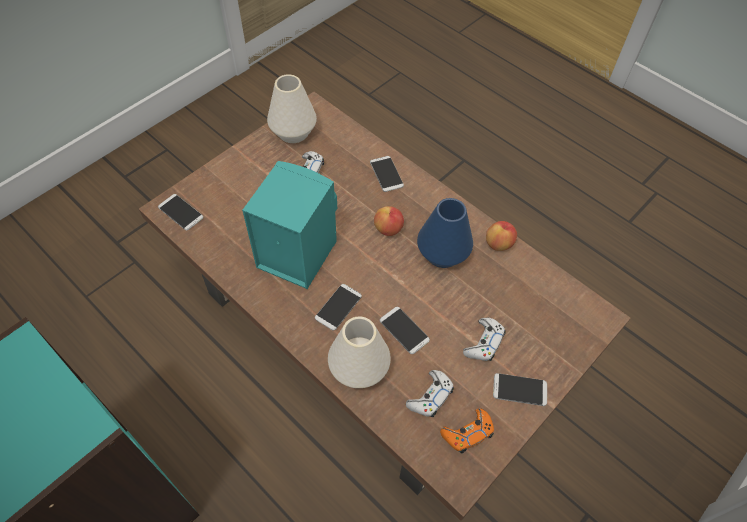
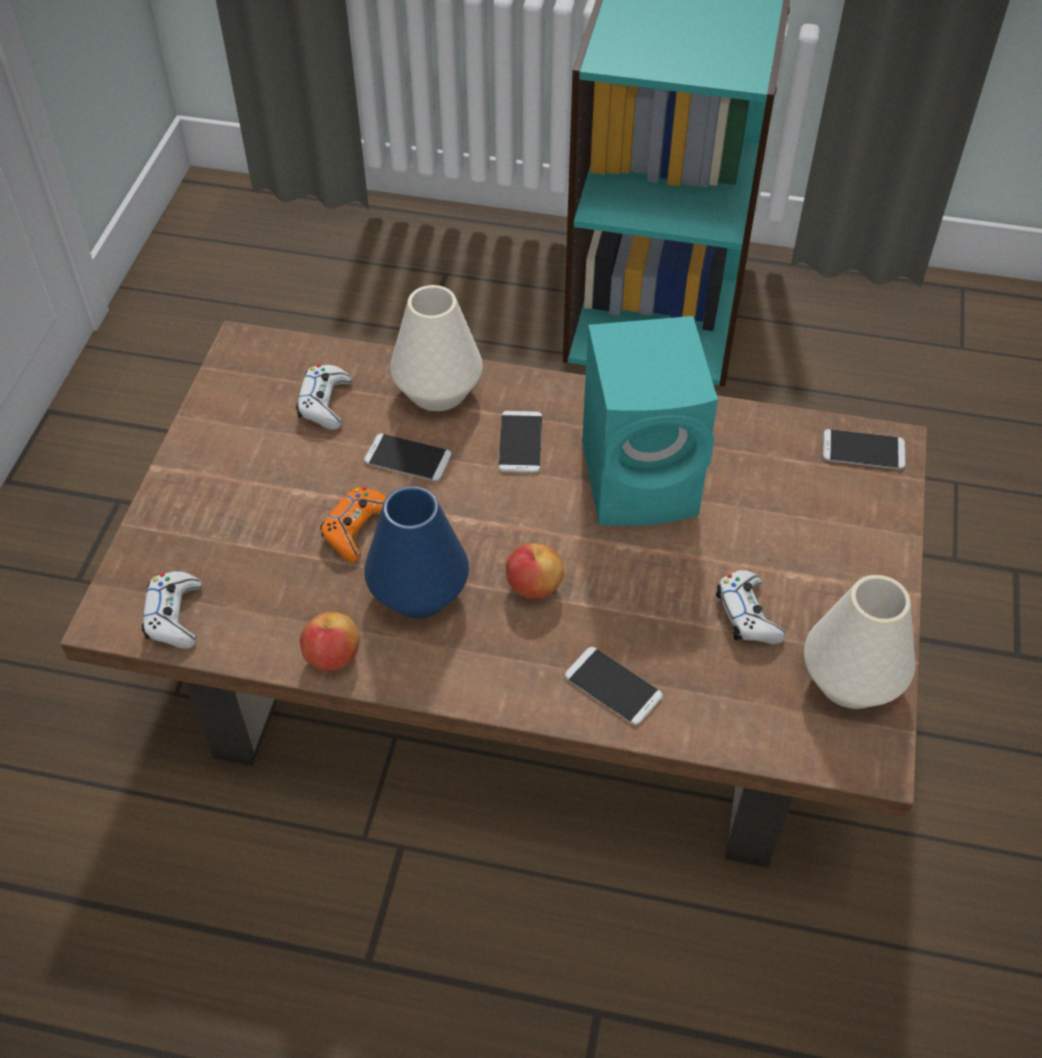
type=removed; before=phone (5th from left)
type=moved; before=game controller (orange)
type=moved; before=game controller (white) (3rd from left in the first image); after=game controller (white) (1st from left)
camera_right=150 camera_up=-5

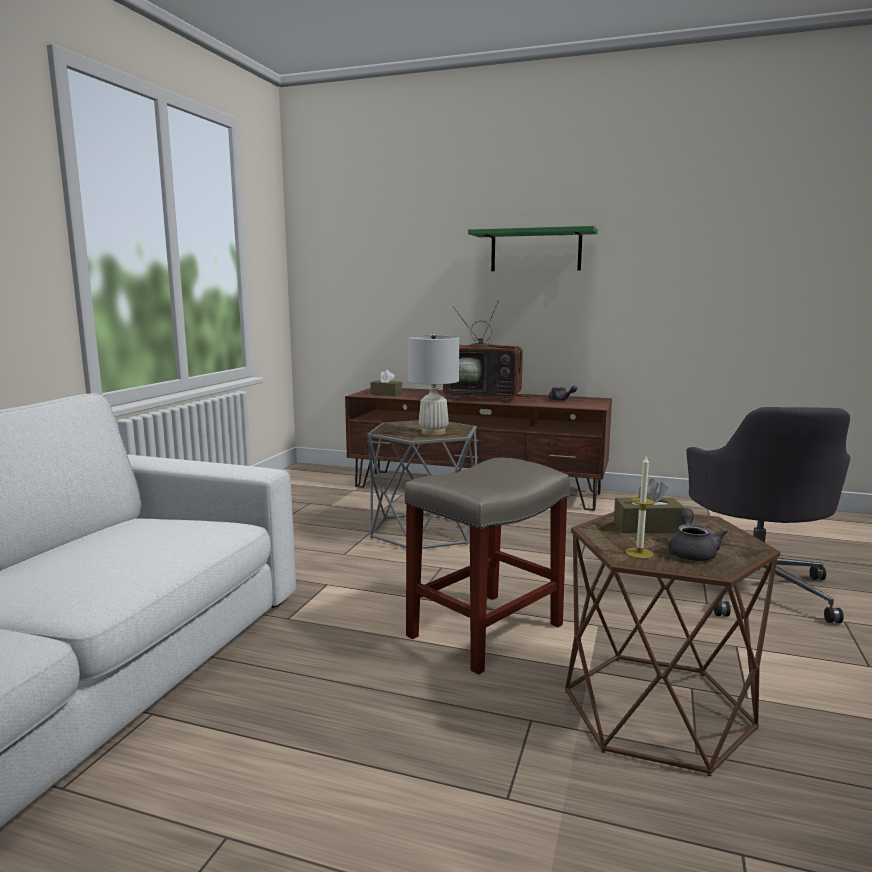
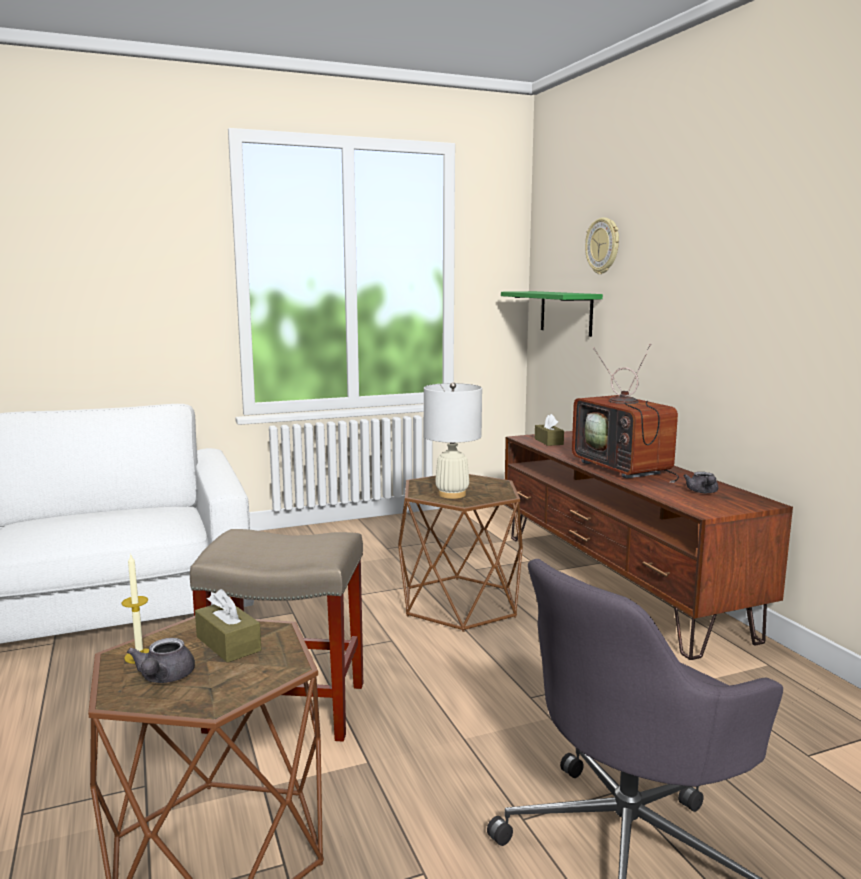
type=added; after=wall clock
type=moved; before=shelf (green)
type=recoloured; before=side table (grey); after=side table (brown) (2nd from left)
type=turned; before=teapot (grey) (2nd from left in the first image); turn=120
camera_right=50 camera_up=0

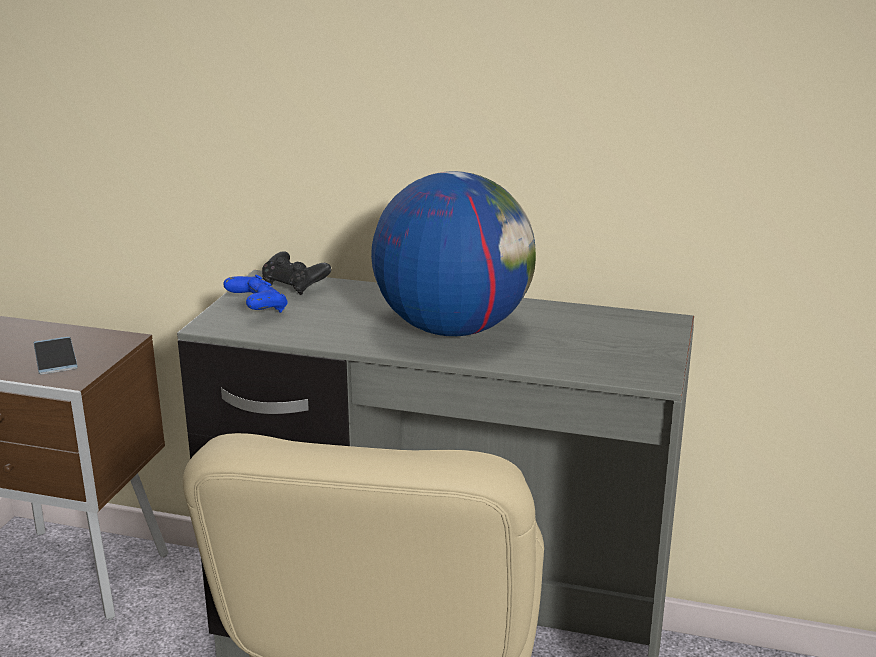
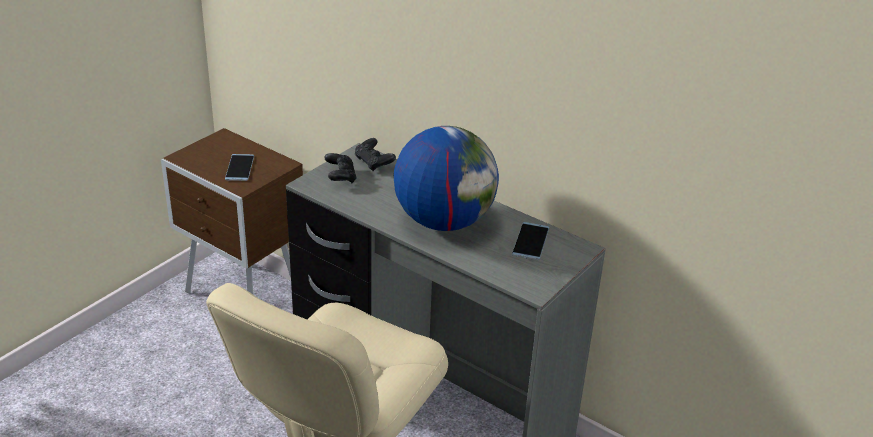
type=added; after=phone (2nd from left)
type=recoloured; before=game controller (blue); after=game controller (black) (1st from left)
camera_right=20 camera_up=10

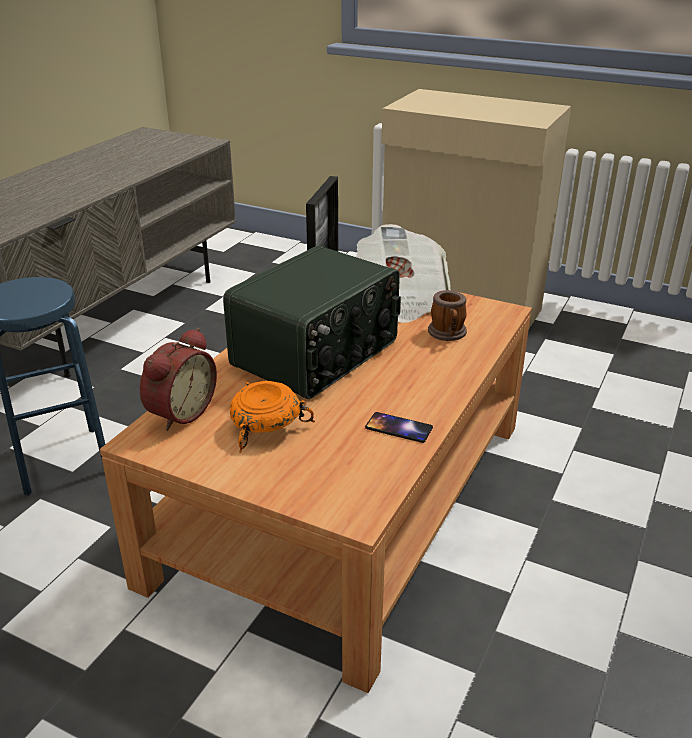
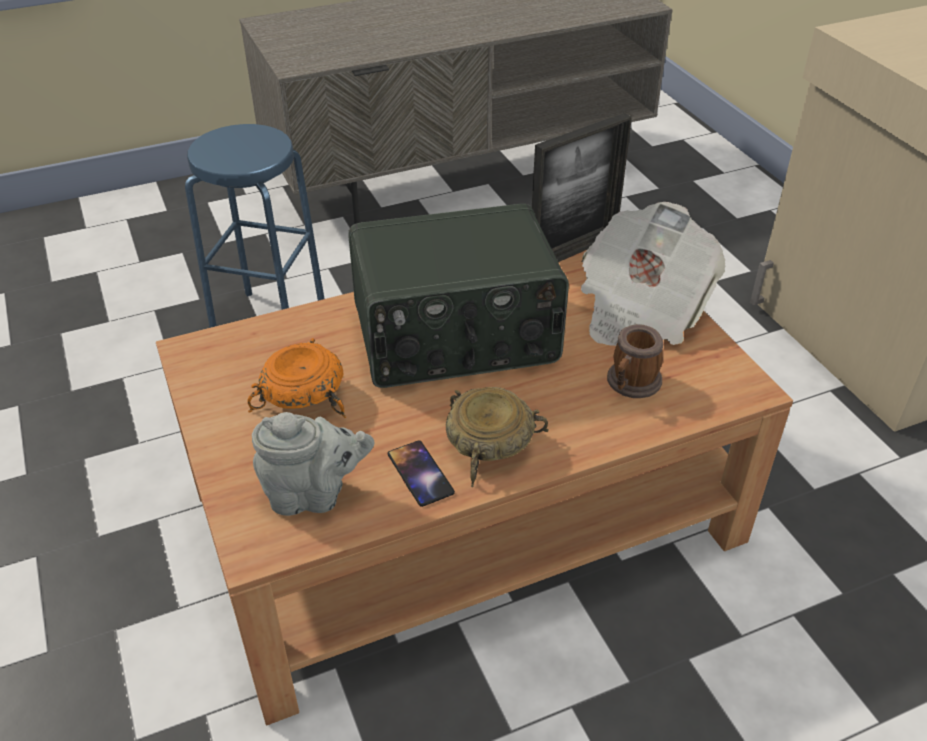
type=removed; before=alarm clock
type=added; after=teapot (grey)
type=added; after=bowl (beige)
camera_right=40 camera_up=10

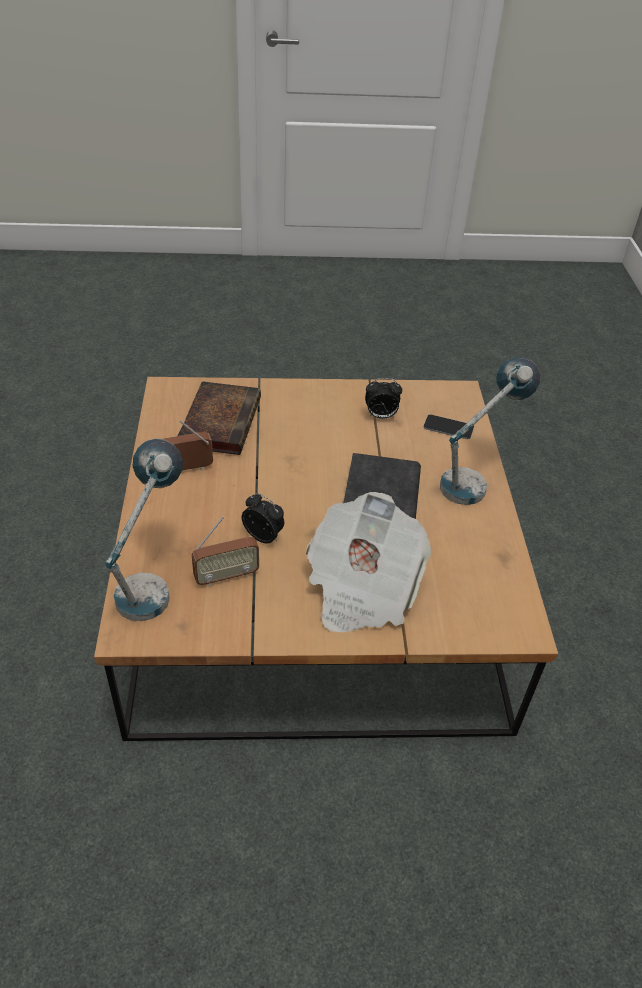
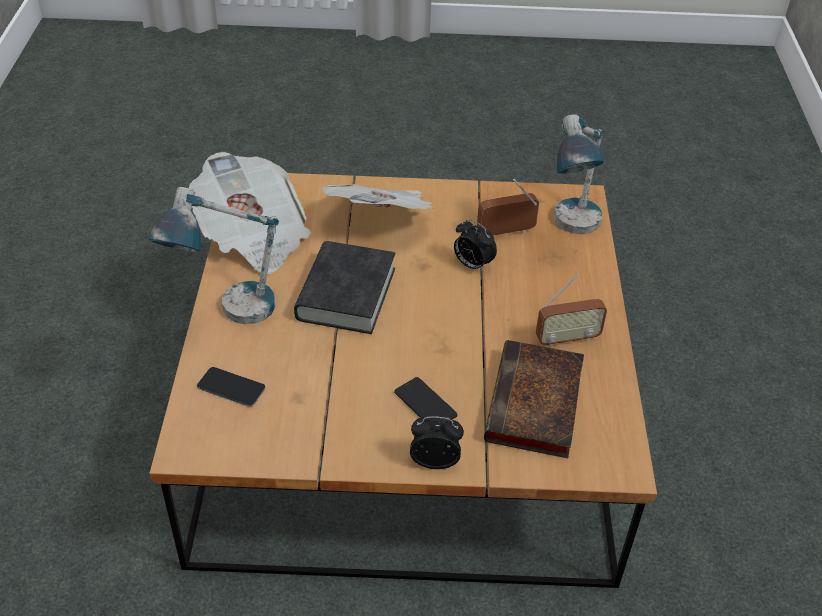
type=added; after=newspaper (1st from left)
type=added; after=phone (2nd from left)
type=moved; before=alarm clock (2nd from left in the first image); after=alarm clock (1st from left)
camera_right=-175 camera_up=0

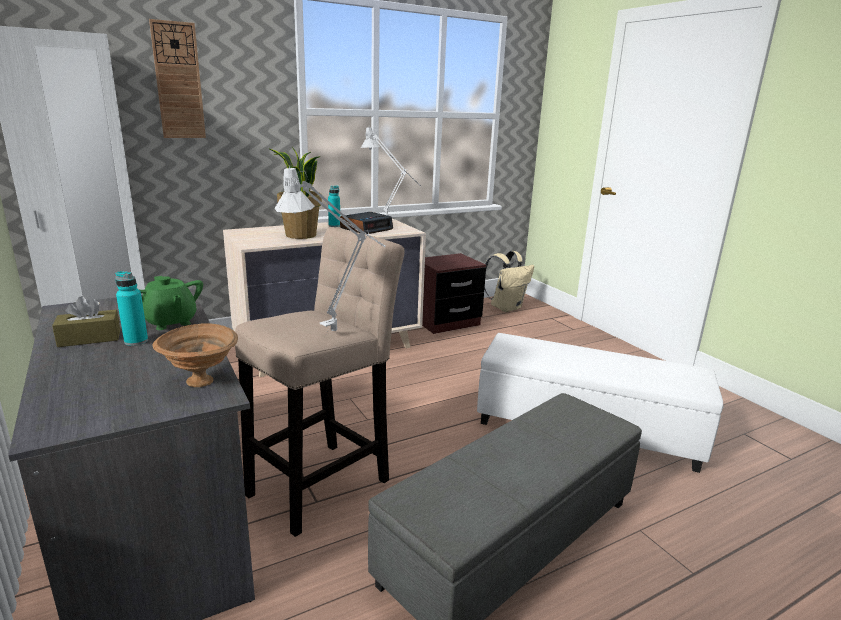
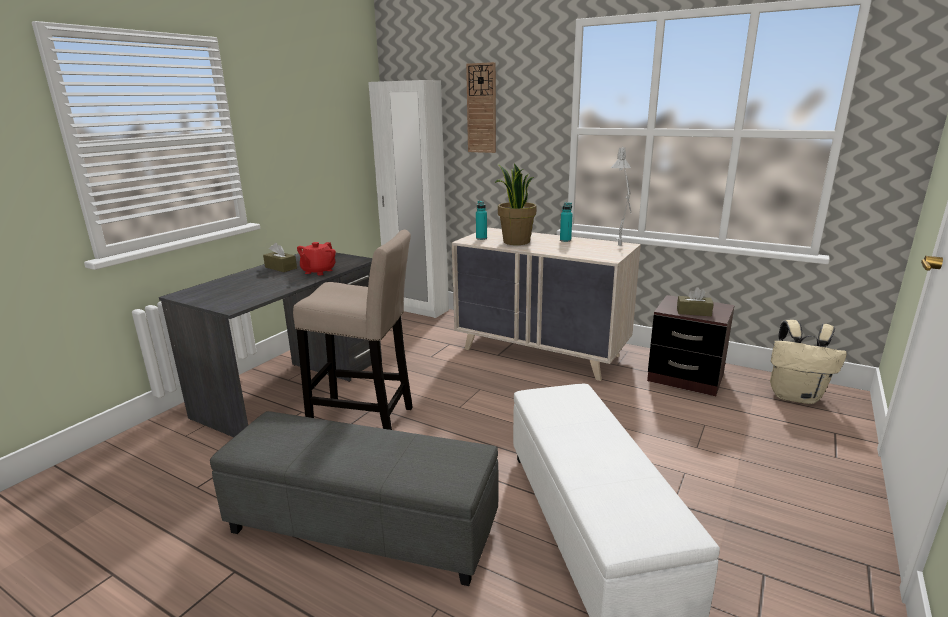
type=removed; before=bowl (brown)
type=removed; before=table lamp (grey) (1st from left)
type=removed; before=alarm clock
type=added; after=tissue box (brown) (2nd from left)
type=moved; before=bottle (turquoise) (1st from left)
type=recoloured; before=teapot (green); after=teapot (red)
camera_right=60 camera_up=0

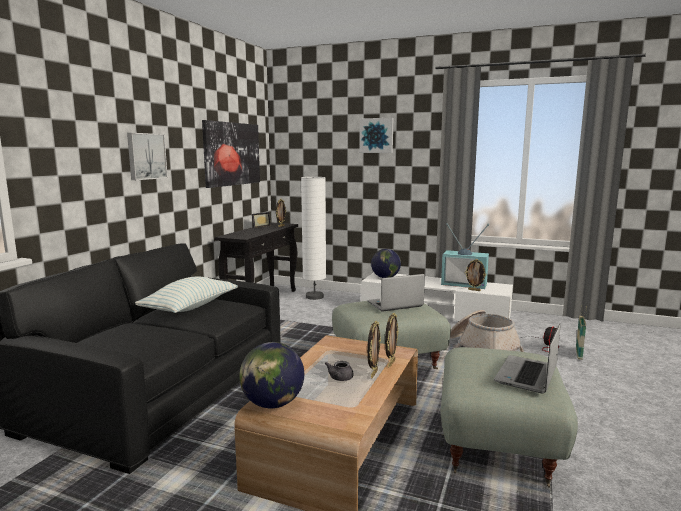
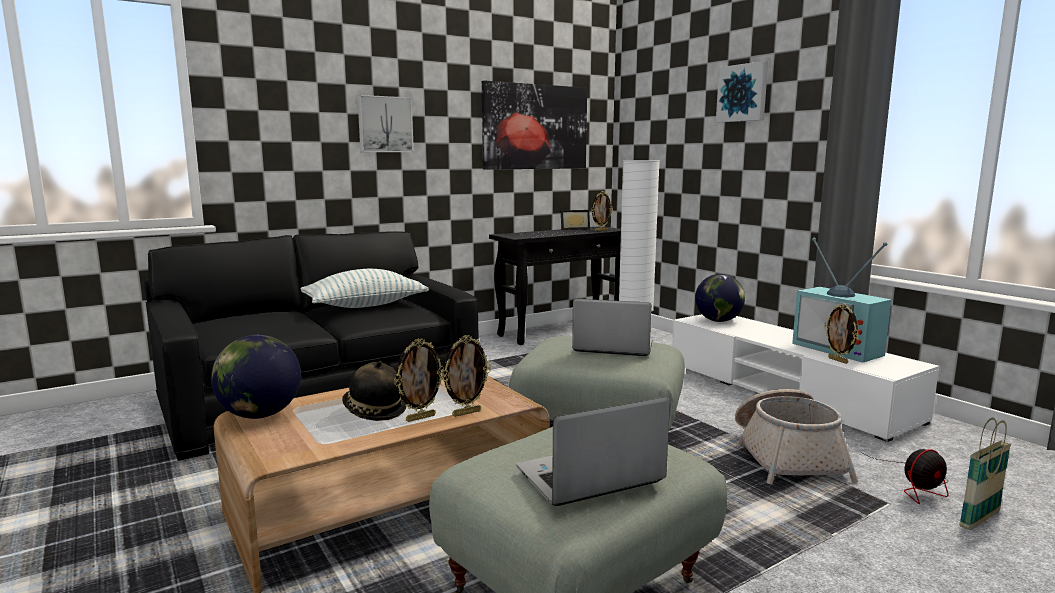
type=replaced; before=teapot (grey); after=hat
camera_right=35 camera_up=0

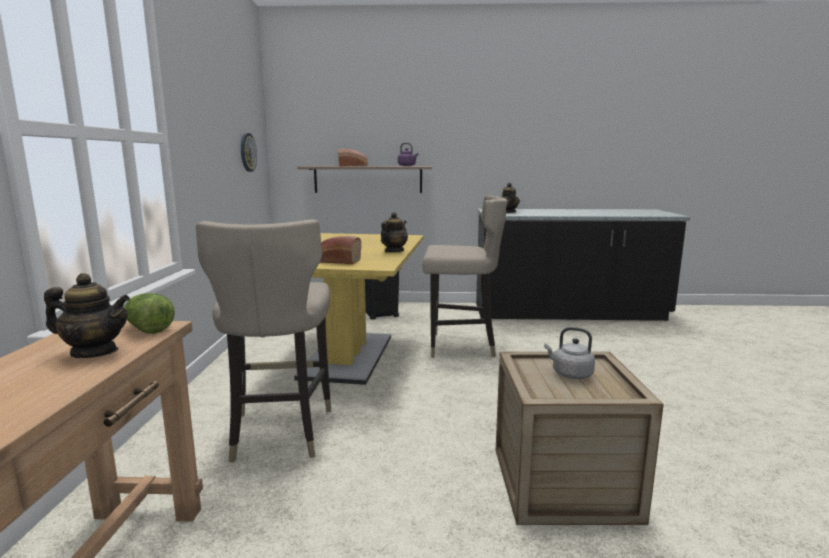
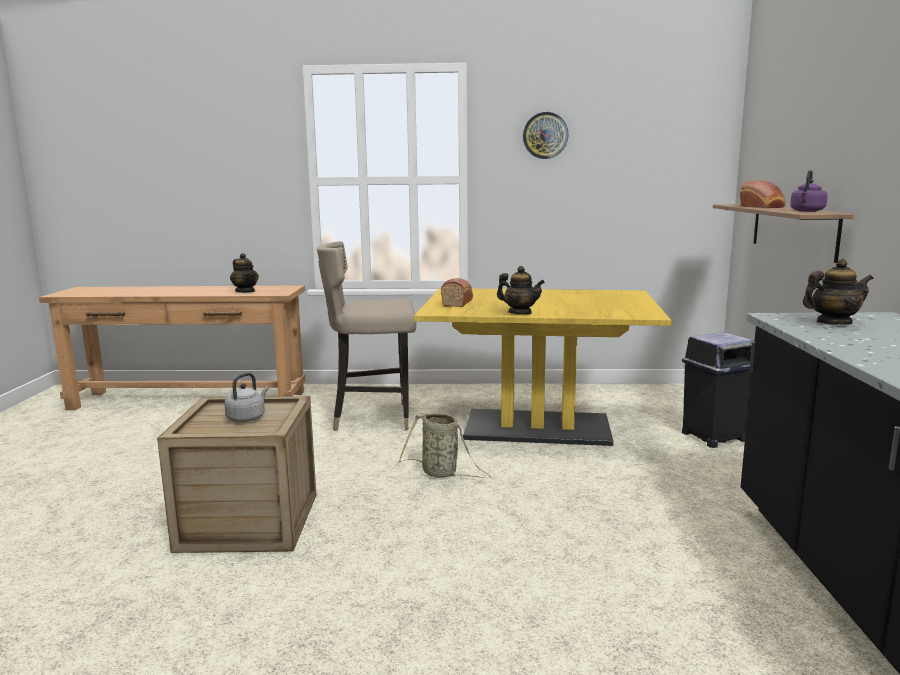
type=removed; before=lettuce
type=removed; before=stool (beige) (2nd from left)
type=added; after=basket
type=moved; before=wall clock
type=turned; before=teapot (1st from left); turn=-45
camera_right=90 camera_up=0

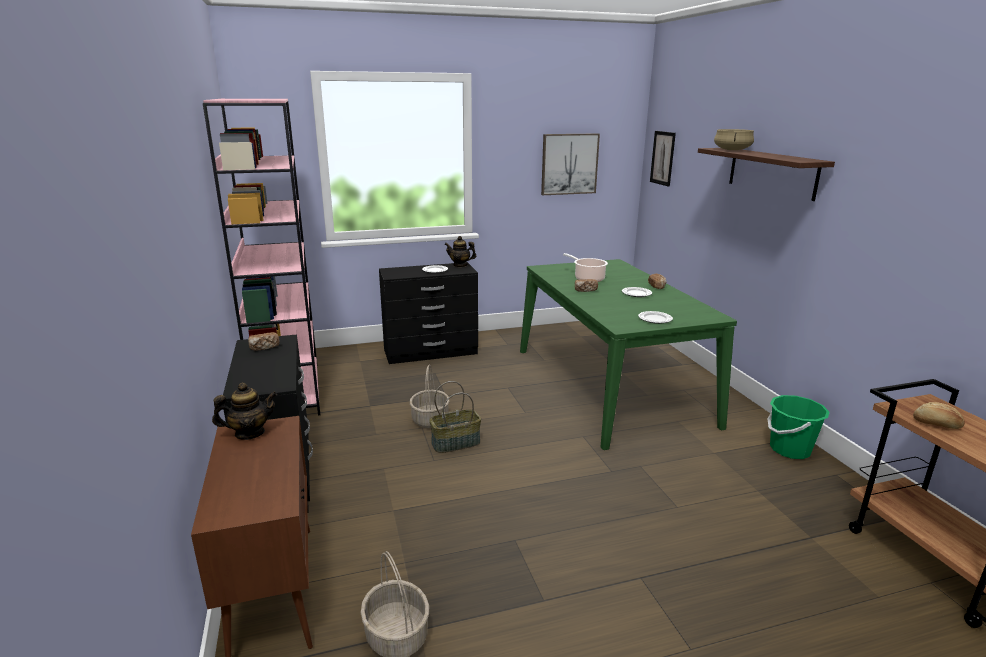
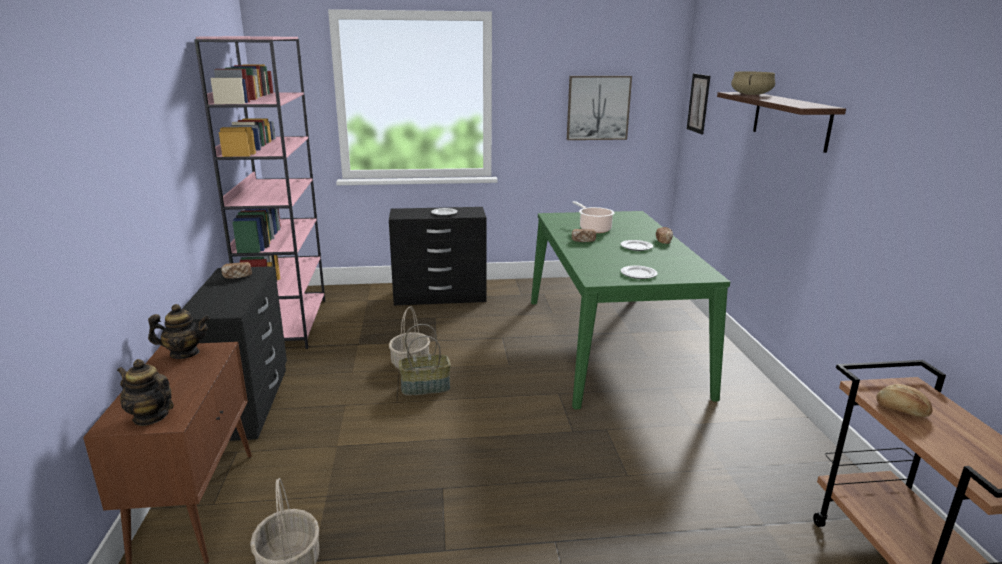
type=removed; before=bucket (green)
type=moved; before=teapot (2nd from left in the first image); after=teapot (1st from left)
camera_right=10 camera_up=0

